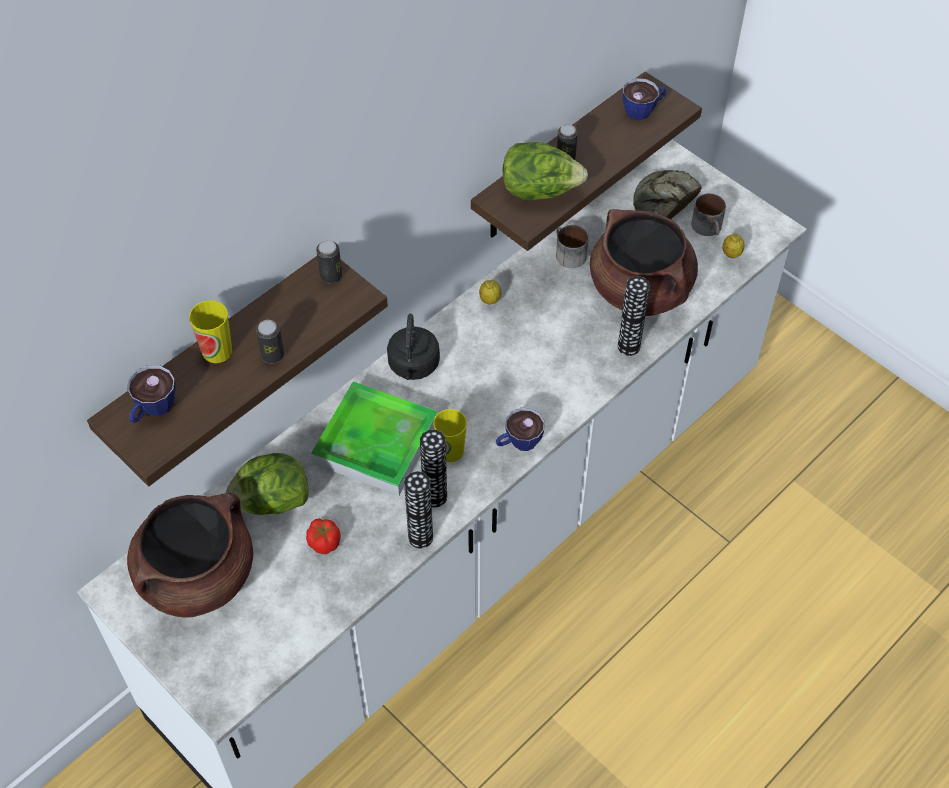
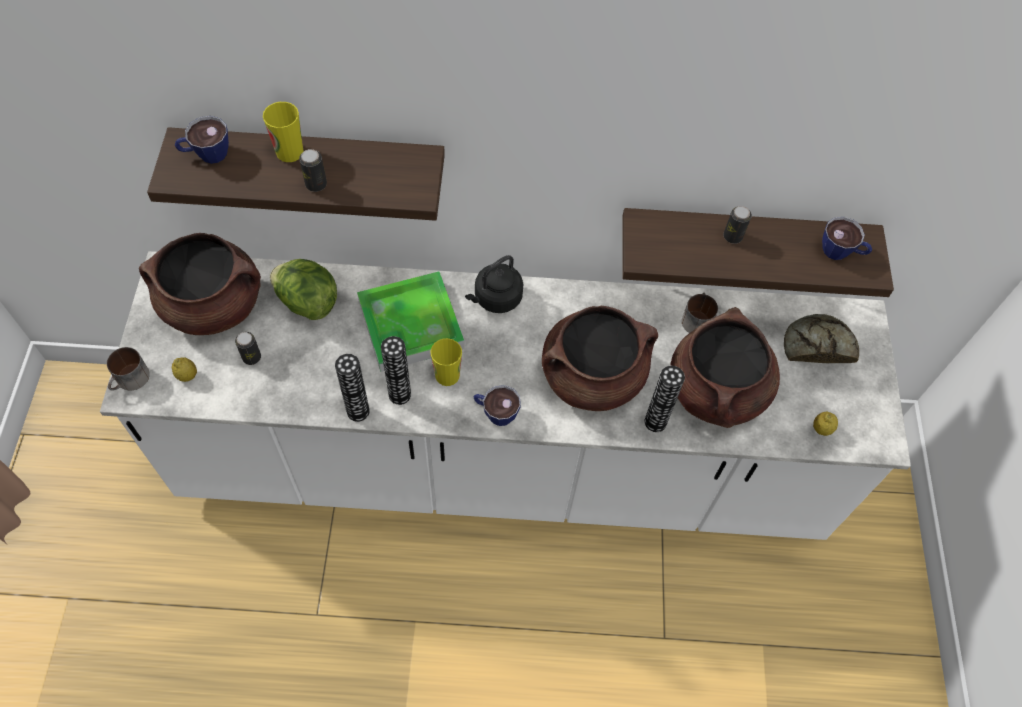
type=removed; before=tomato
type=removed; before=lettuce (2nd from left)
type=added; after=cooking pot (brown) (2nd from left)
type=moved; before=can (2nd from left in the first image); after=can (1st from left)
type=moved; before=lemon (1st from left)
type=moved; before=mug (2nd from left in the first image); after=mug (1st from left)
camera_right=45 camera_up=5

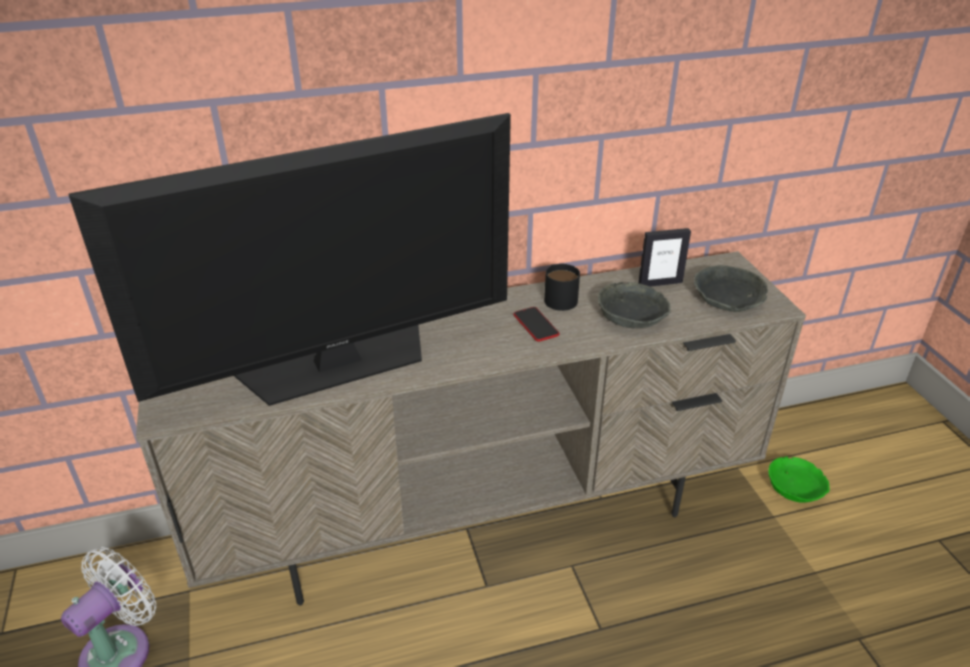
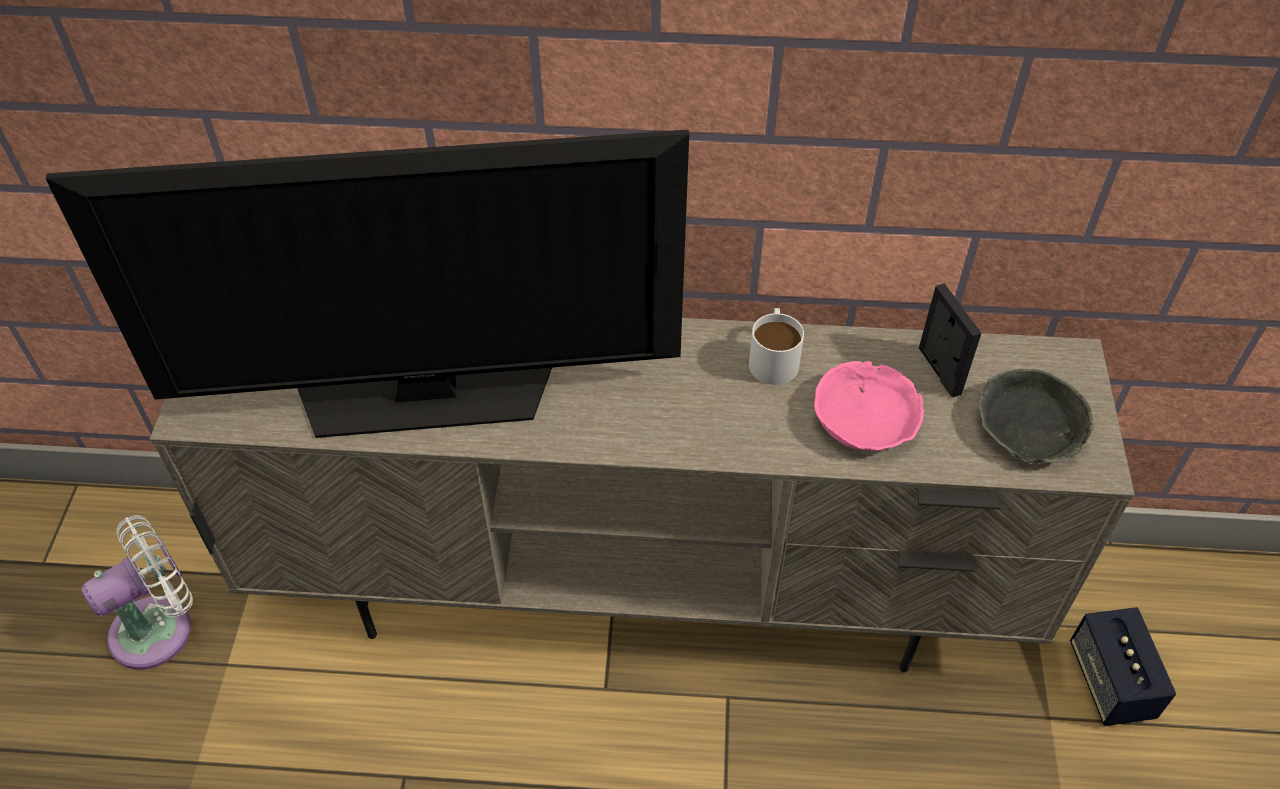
type=removed; before=phone
type=replaced; before=bowl (green); after=speaker
type=recoloured; before=mug (black); after=mug (white)
type=recoloured; before=bowl (grey) (1st from left); after=bowl (pink)
type=turned; before=picture frame; turn=-120
camera_right=20 camera_up=15

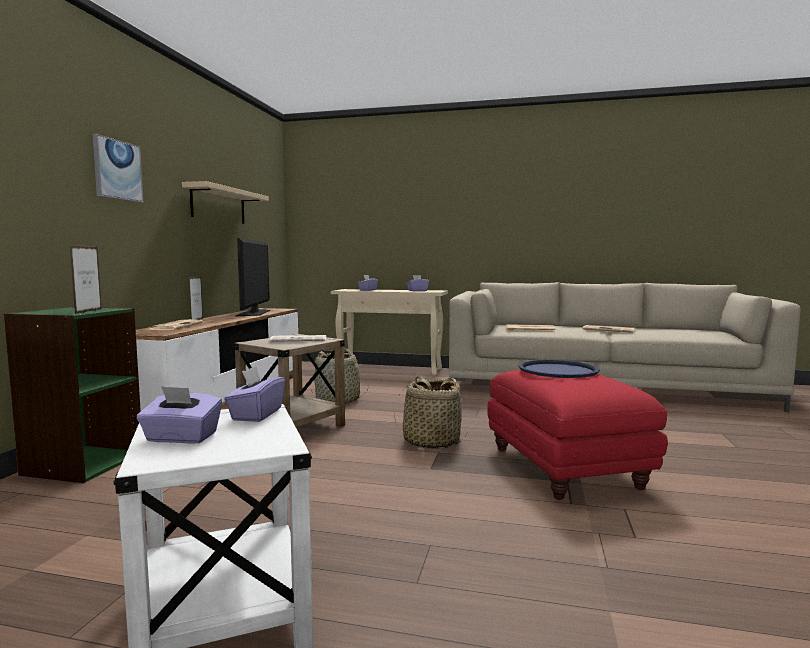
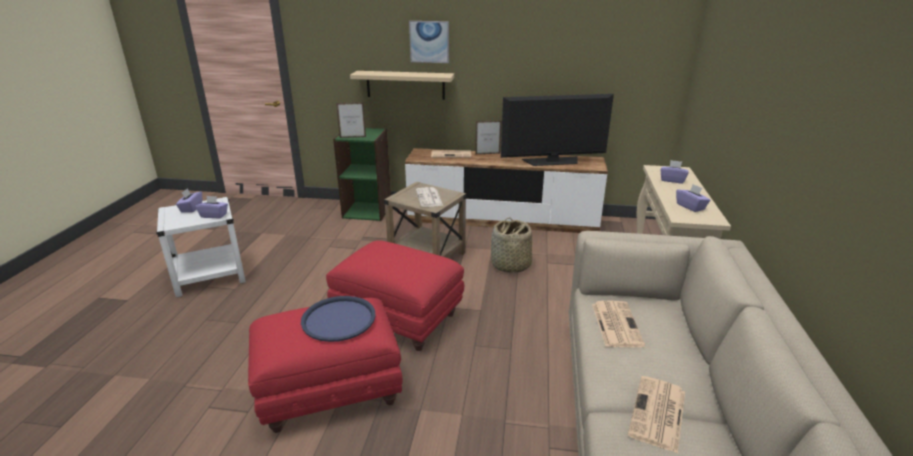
type=moved; before=shelf (beige)
type=replaced; before=basket (2nd from left); after=ottoman (red) (2nd from left)
camera_right=85 camera_up=20

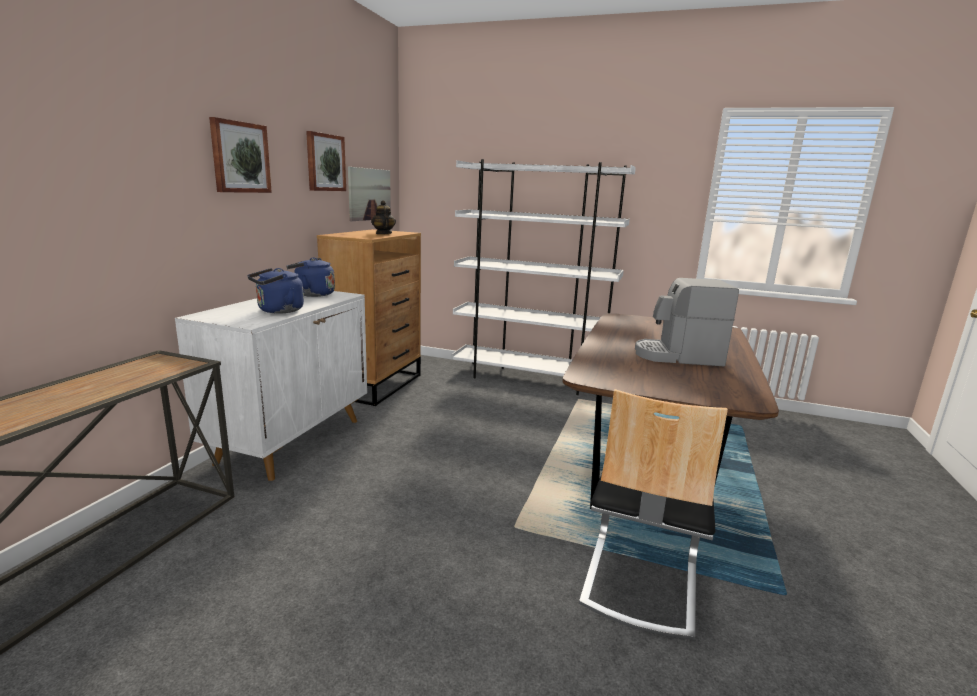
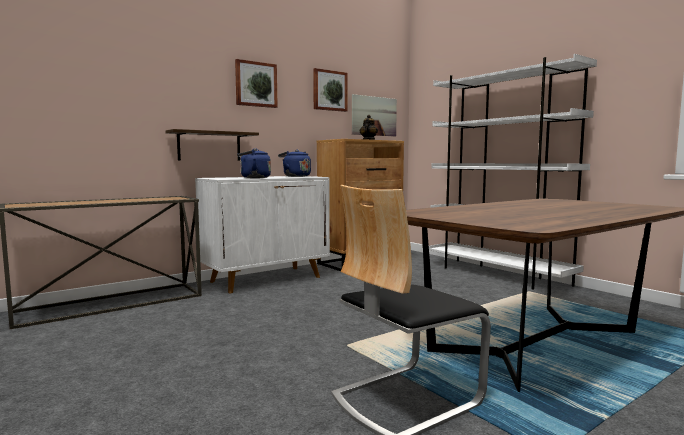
type=removed; before=coffee machine
type=added; after=shelf
camera_right=35 camera_up=-10

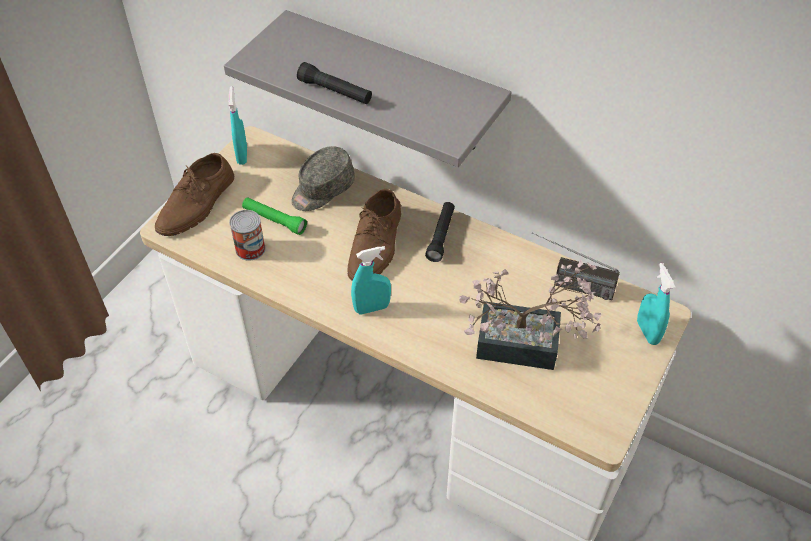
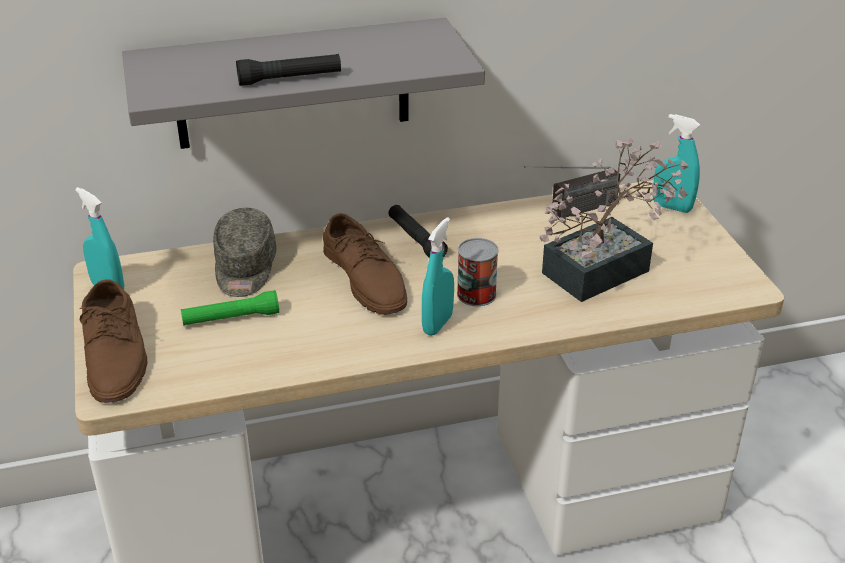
type=moved; before=can
camera_right=-45 camera_up=-15

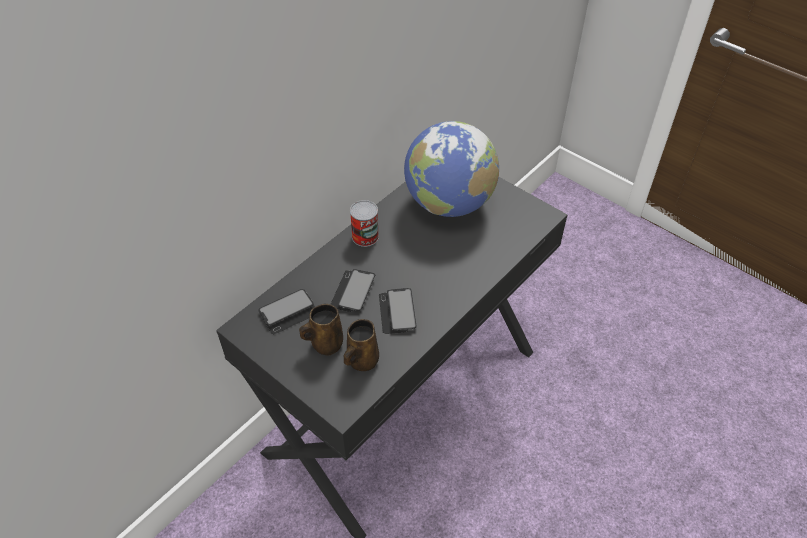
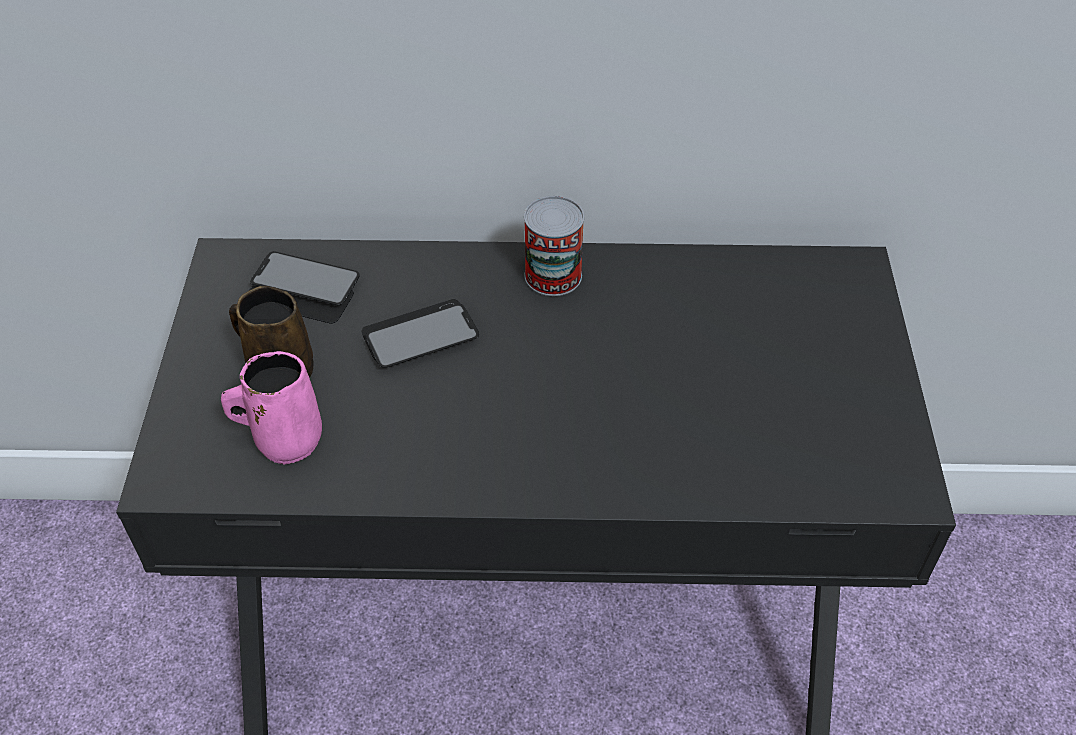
type=removed; before=phone (3rd from left)
type=removed; before=globe
type=recoloured; before=mug (brown) (2nd from left); after=mug (pink)
camera_right=50 camera_up=0

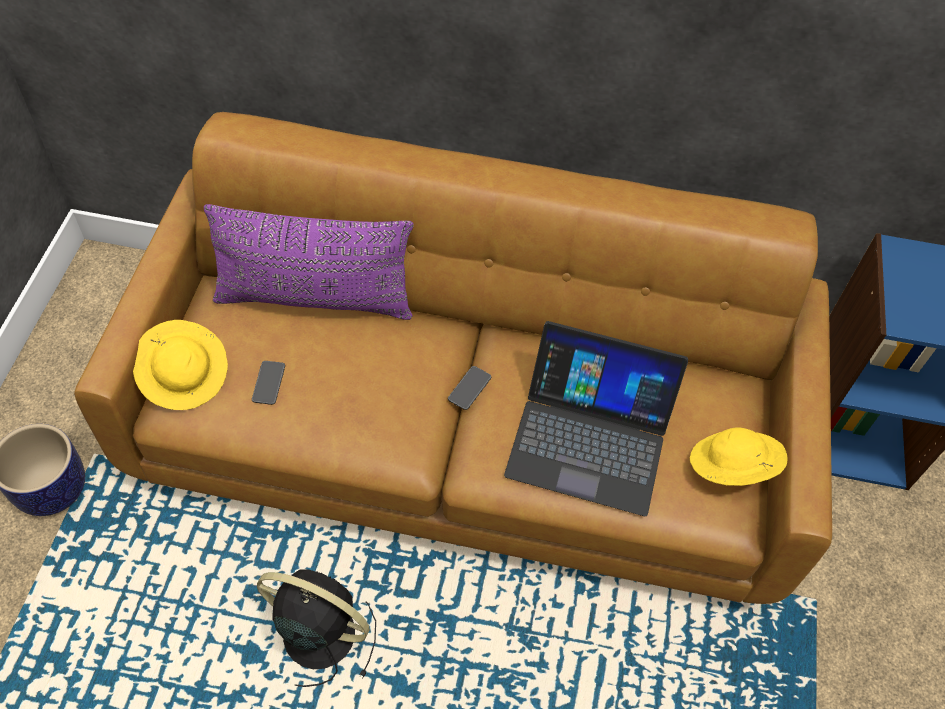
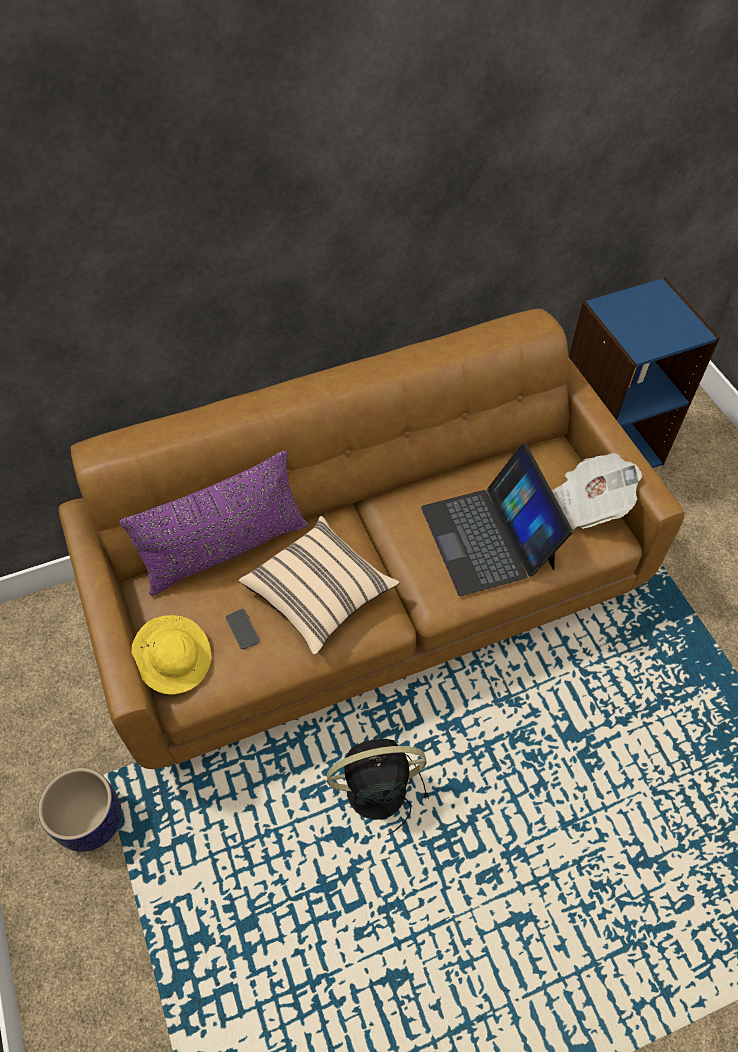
type=removed; before=phone (2nd from left)
type=added; after=pillow (beige)
type=replaced; before=hat (yellow) (2nd from left); after=newspaper
type=turned; before=laptop; turn=90
camera_right=-30 camera_up=0

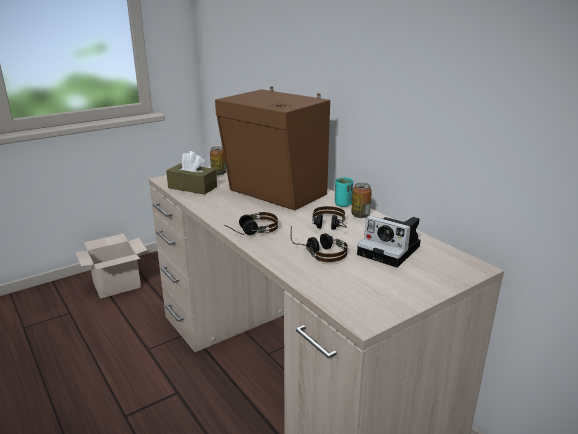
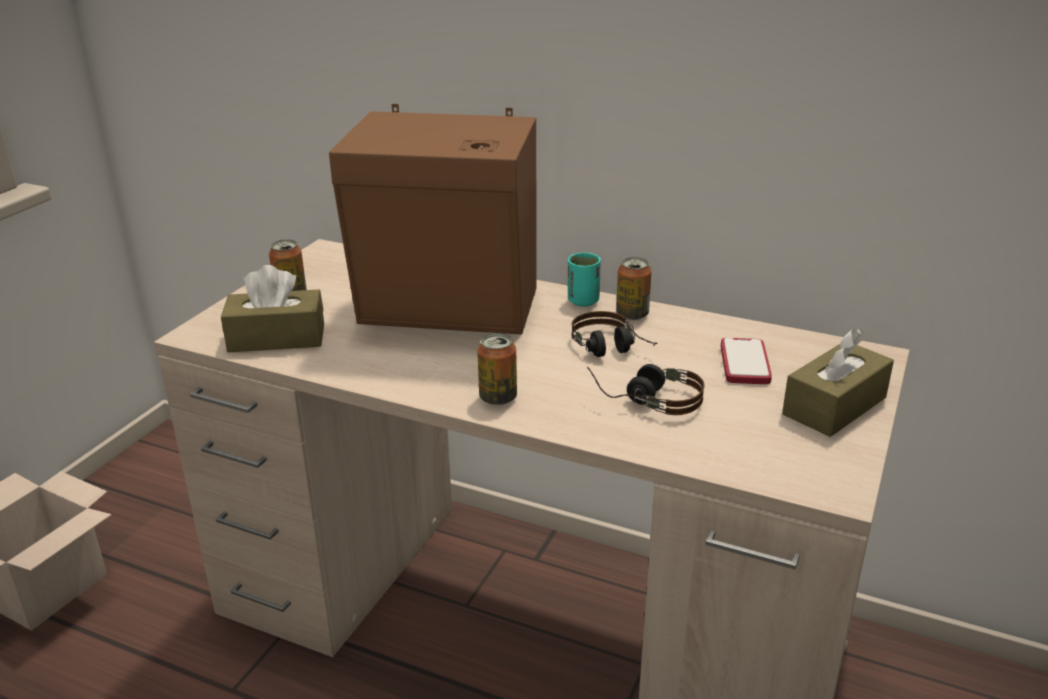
type=added; after=tissue box (brown) (2nd from left)
type=replaced; before=headphones (1st from left); after=can (2nd from left)
type=replaced; before=photo camera; after=phone
camera_right=-30 camera_up=5

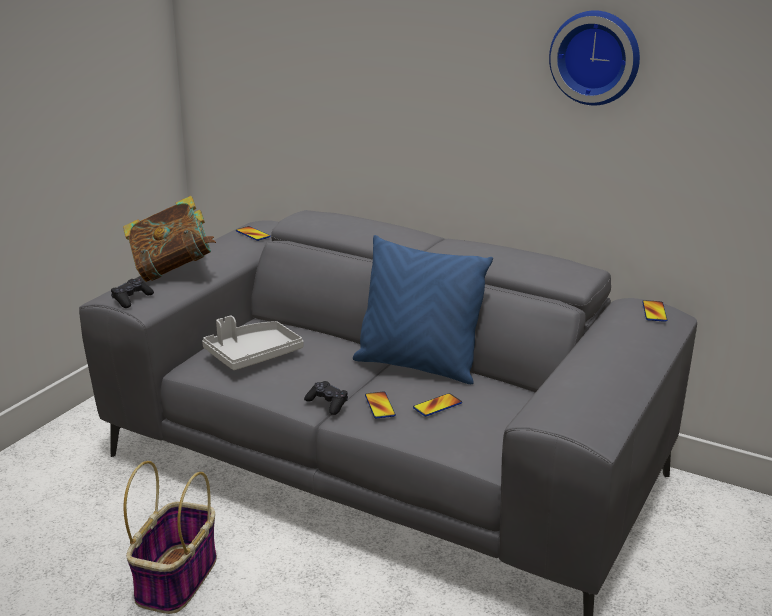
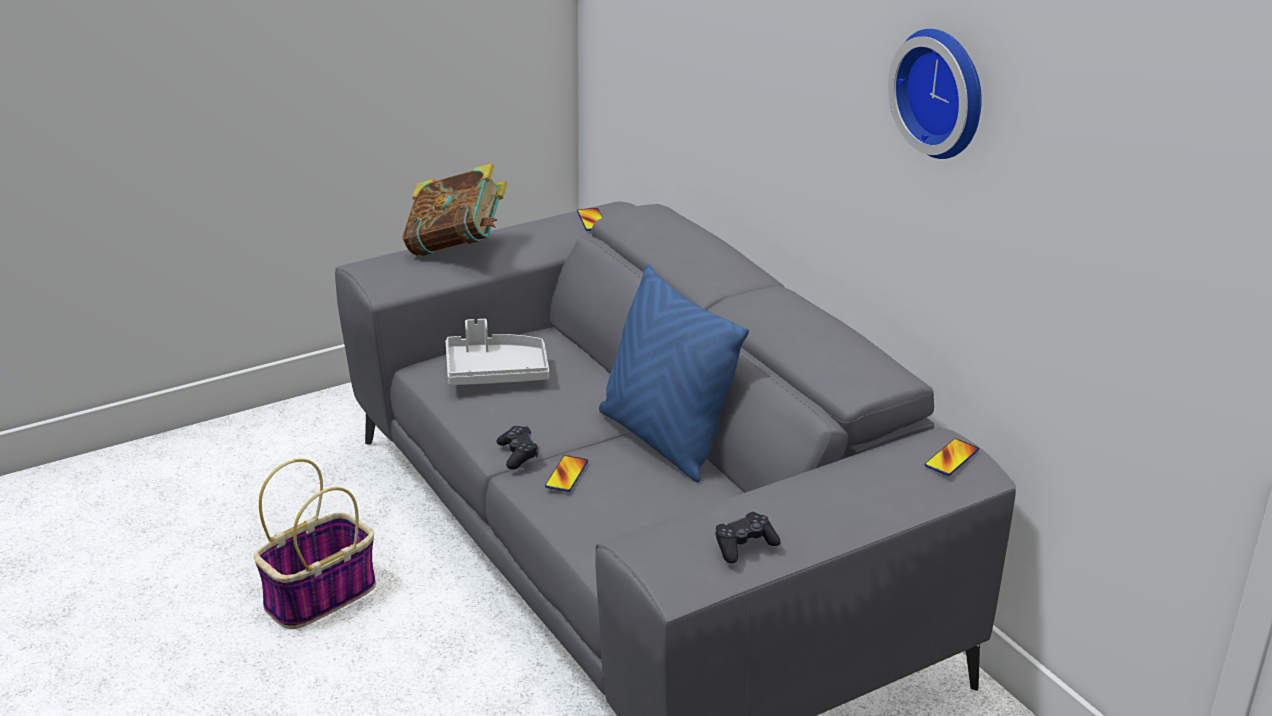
type=removed; before=phone (3rd from left)
type=moved; before=game controller (black) (1st from left in the first image); after=game controller (black) (2nd from left)
camera_right=30 camera_up=5

